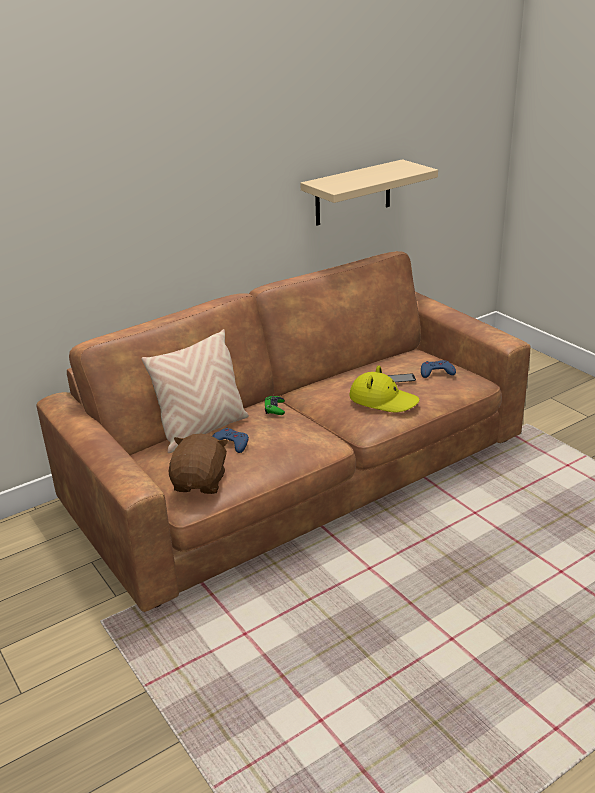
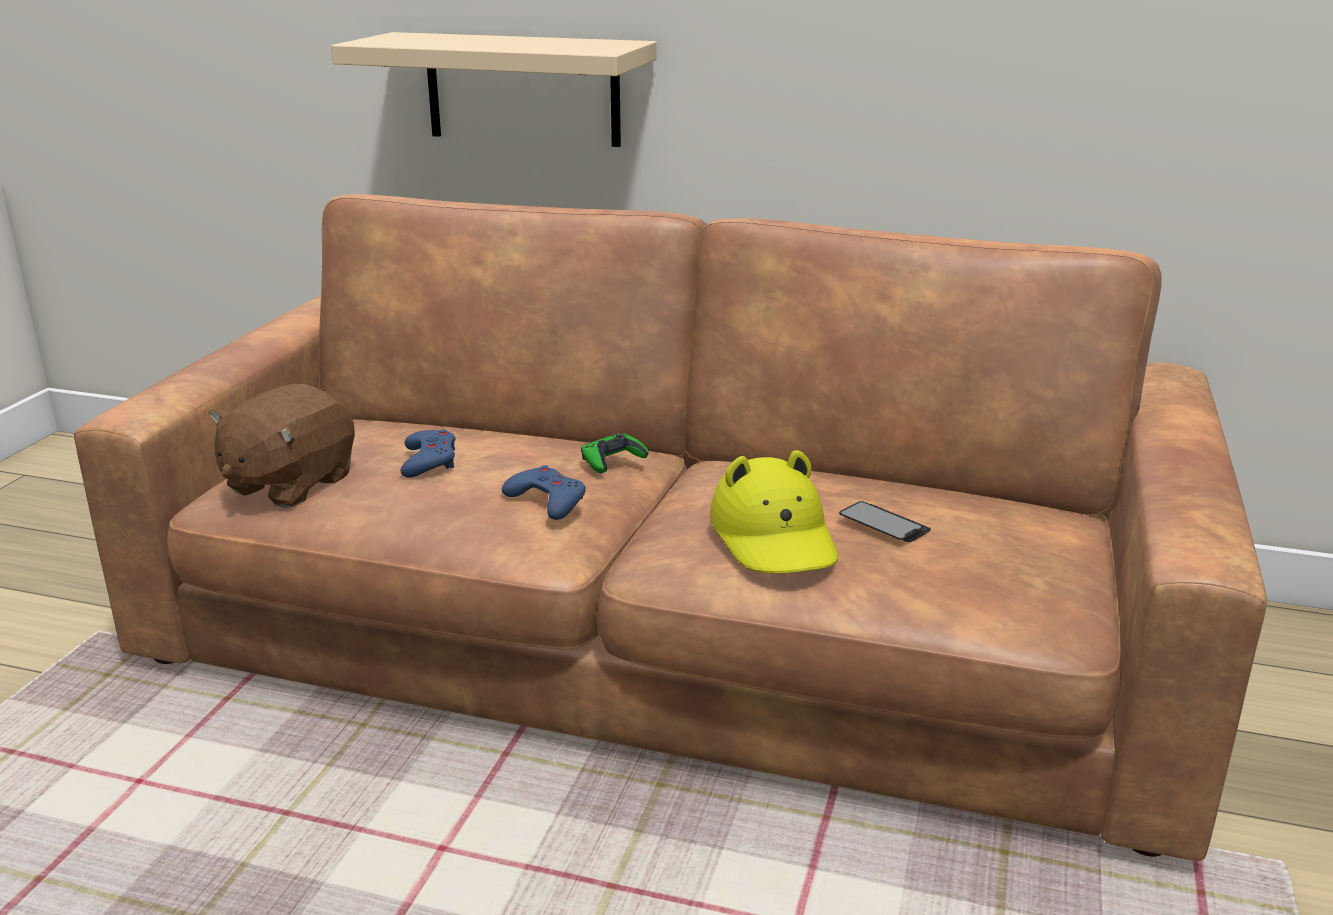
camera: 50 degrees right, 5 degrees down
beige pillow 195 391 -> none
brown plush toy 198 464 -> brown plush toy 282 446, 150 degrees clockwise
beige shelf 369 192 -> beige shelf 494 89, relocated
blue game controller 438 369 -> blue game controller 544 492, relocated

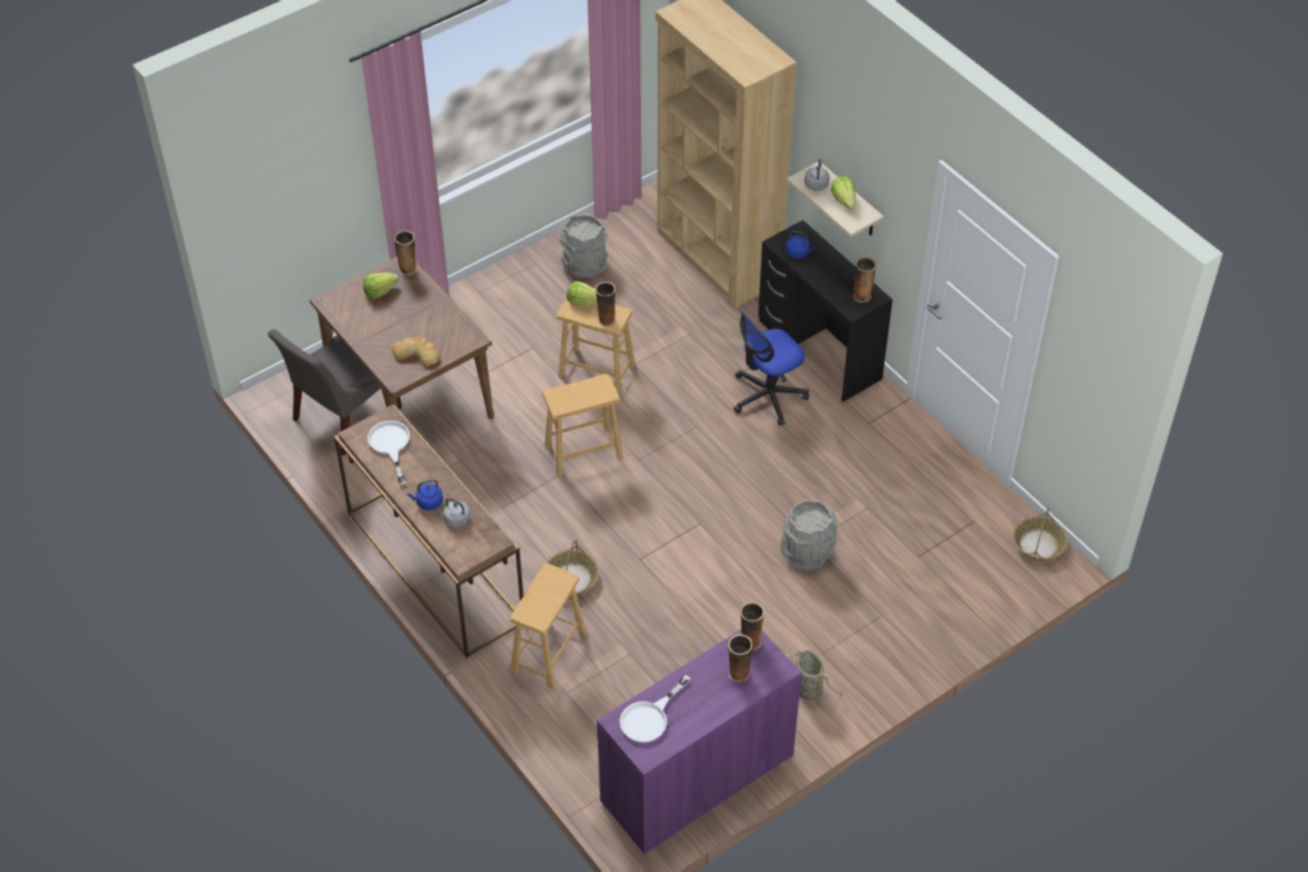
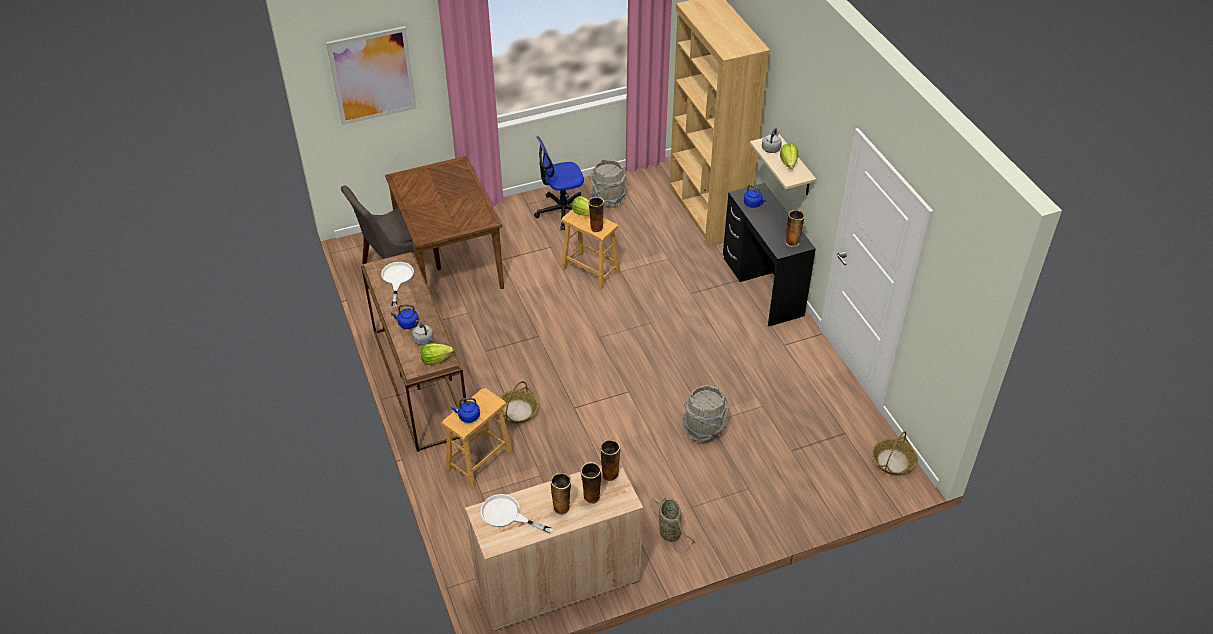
camera: 15 degrees right, 5 degrees down
lettuce 381 286 -> lettuce 437 354, relocated
bread 416 351 -> none
vase 405 253 -> vase 561 494, relocated
brown stool 582 425 -> none
purple cabinet 699 742 -> beige cabinet 554 546
white frying pan 655 709 -> white frying pan 516 514, 60 degrees clockwise
office chair 771 368 -> office chair 559 183, relocated
none -> picture 371 75
none -> blue kettle 465 410

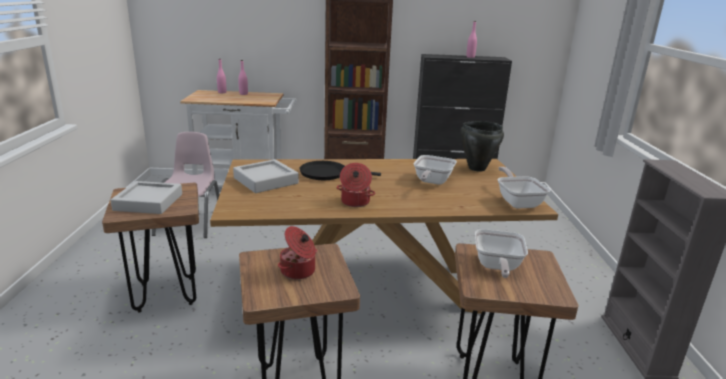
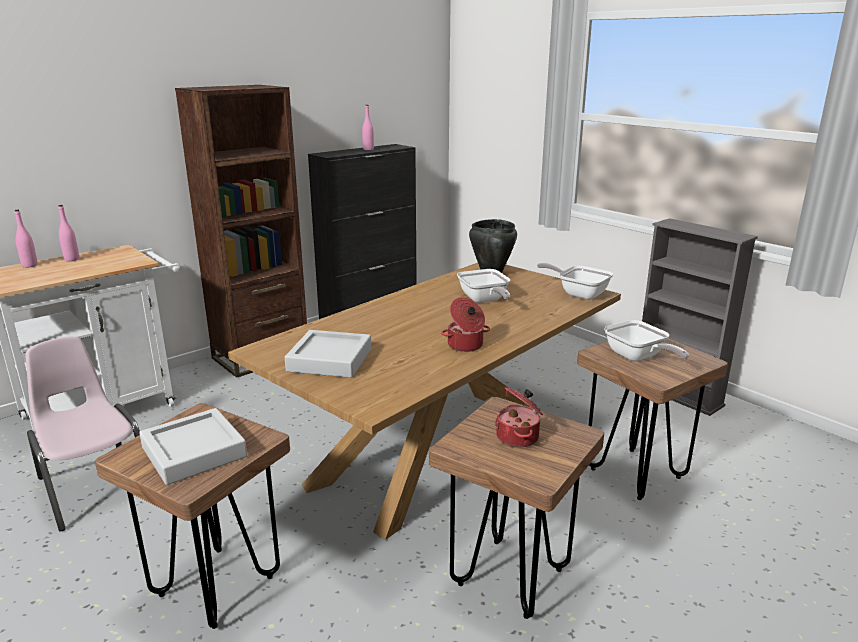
camera: 40 degrees left, 0 degrees up
black frying pan 340 170 -> none

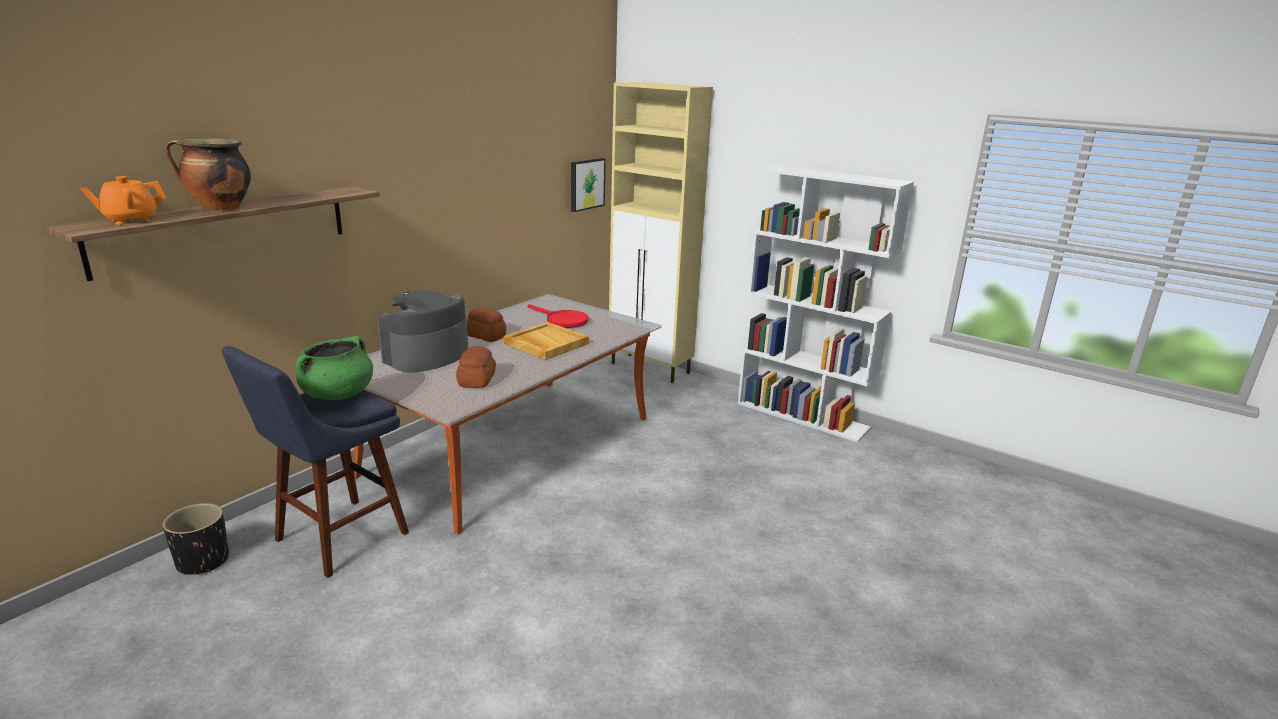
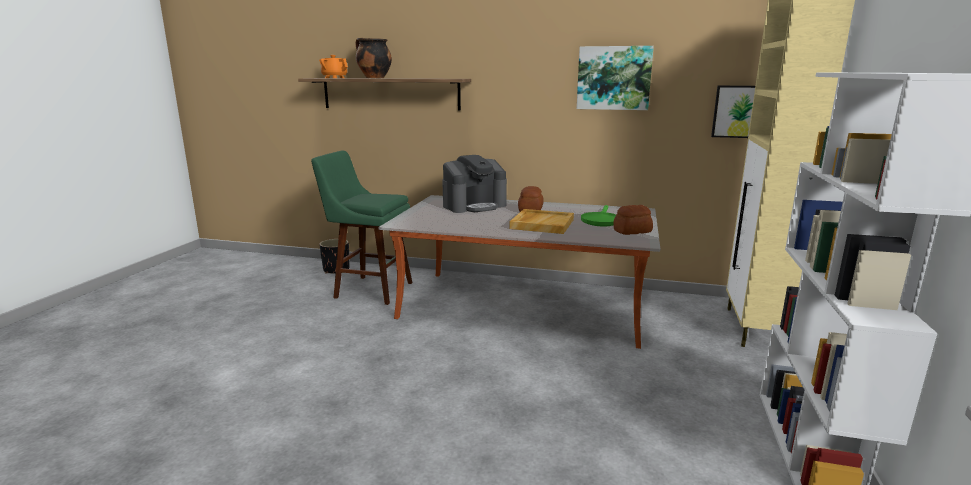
camera: 70 degrees right, 5 degrees down
blue stool 315 462 -> green stool 361 227
green cooking pot 334 368 -> none
coffee machine 423 331 -> coffee machine 474 184, 135 degrees clockwise
bread 476 367 -> bread 633 220, relocated
red frying pan 558 316 -> green frying pan 598 216
none -> picture 615 78

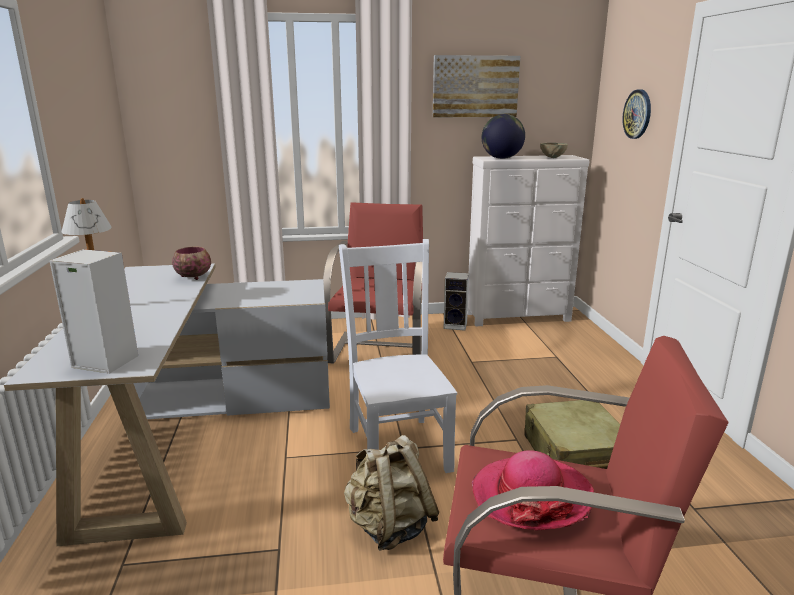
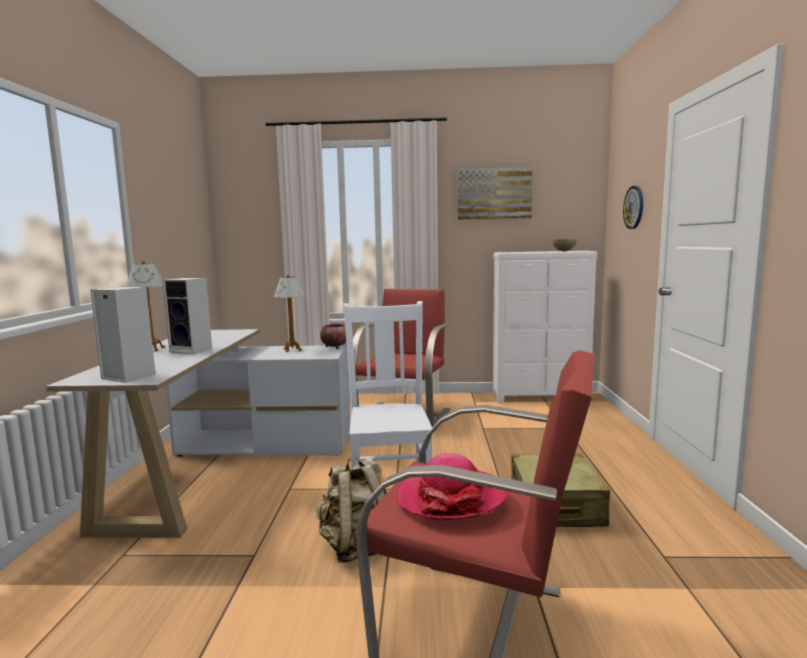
camera: 10 degrees right, 10 degrees down
bowl 191 263 -> bowl 333 336, relocated
speaker 456 301 -> speaker 187 316, relocated
globe 503 136 -> none
none -> table lamp 289 313

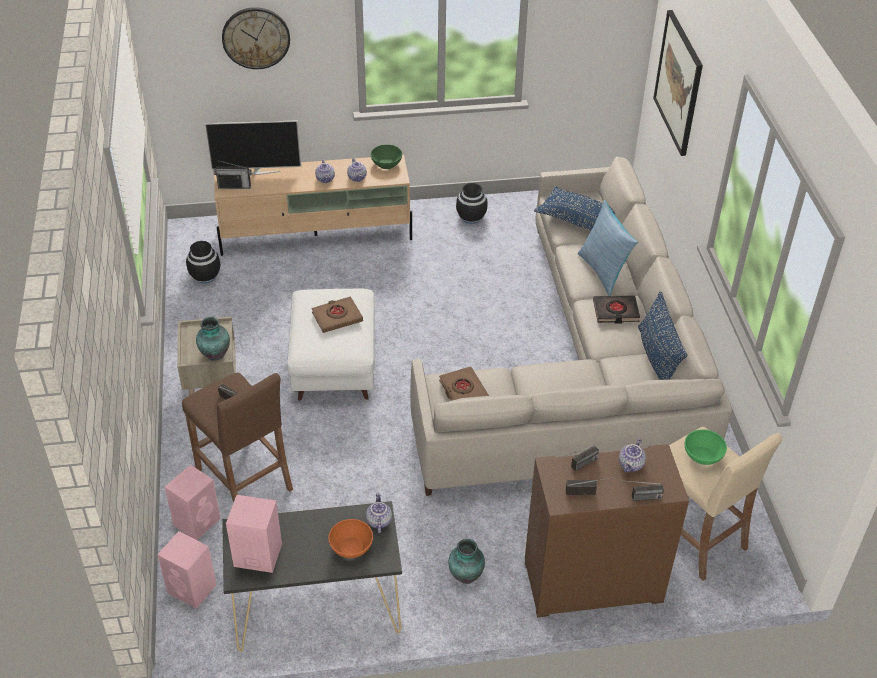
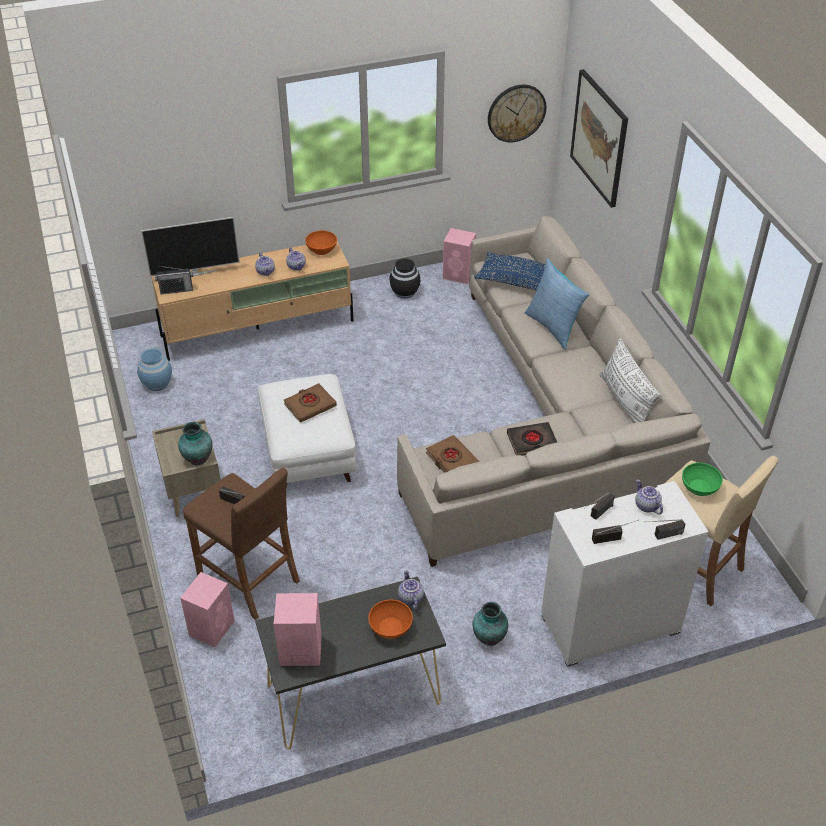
camera: 10 degrees left, 0 degrees up
pink speaker 187 570 -> pink speaker 459 256, relocated
black vase 203 262 -> blue vase 154 369
wall clock 256 38 -> wall clock 517 113, relocated
green bowl 386 156 -> orange bowl 321 242
brown cabinet 607 530 -> white cabinet 625 574
black book 616 310 -> black book 532 438, relocated
teapot 632 455 -> teapot 649 497, 135 degrees clockwise
blue pillow 662 335 -> white pillow 630 380

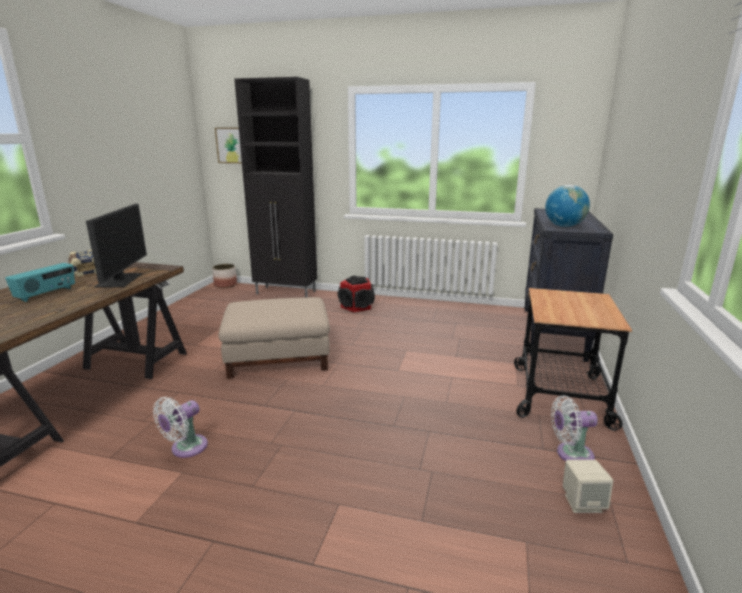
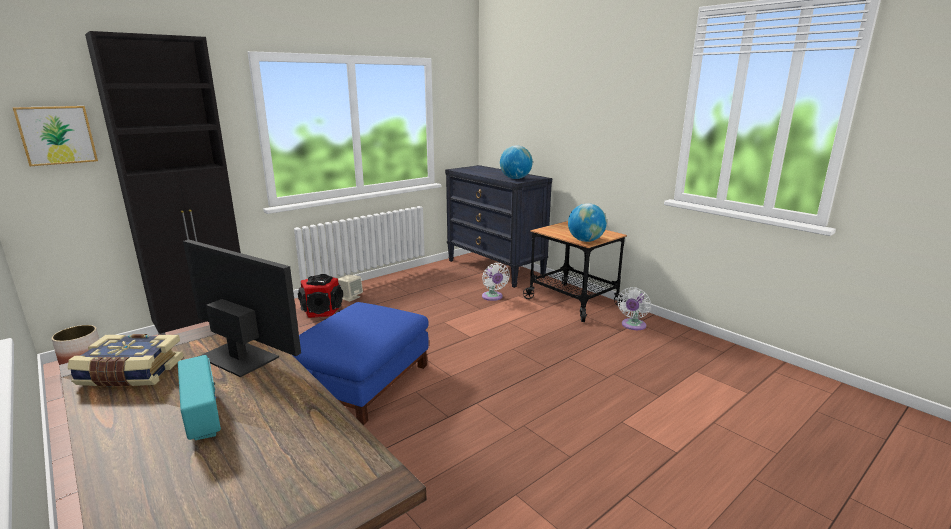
camera: 55 degrees left, 0 degrees up
white fan 180 427 -> white fan 496 282, relocated
beige ottoman 274 338 -> blue ottoman 361 363
beige speaker 588 486 -> beige speaker 350 288, relocated
none -> globe 587 222

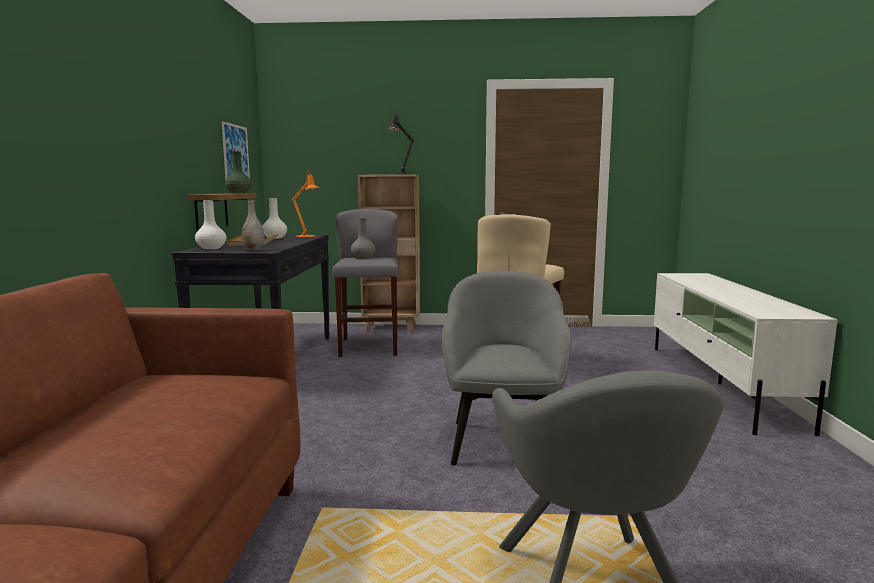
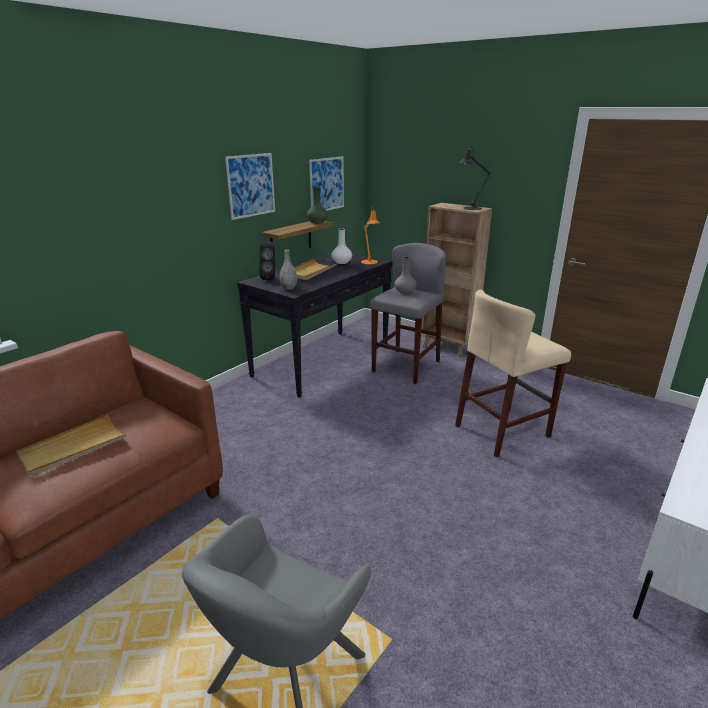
camera: 35 degrees right, 15 degrees up
white vase 211 224 -> black speaker 267 260
grey armchair 507 368 -> none
none -> beige tray 71 445
none -> picture 250 186

